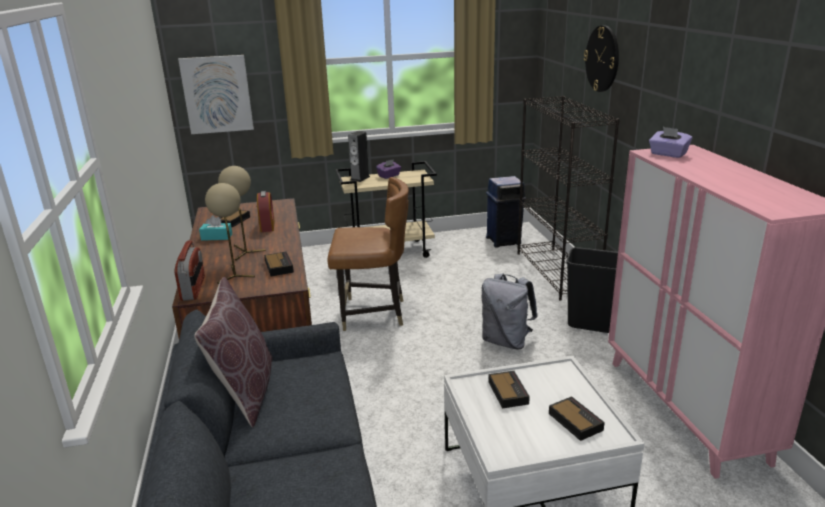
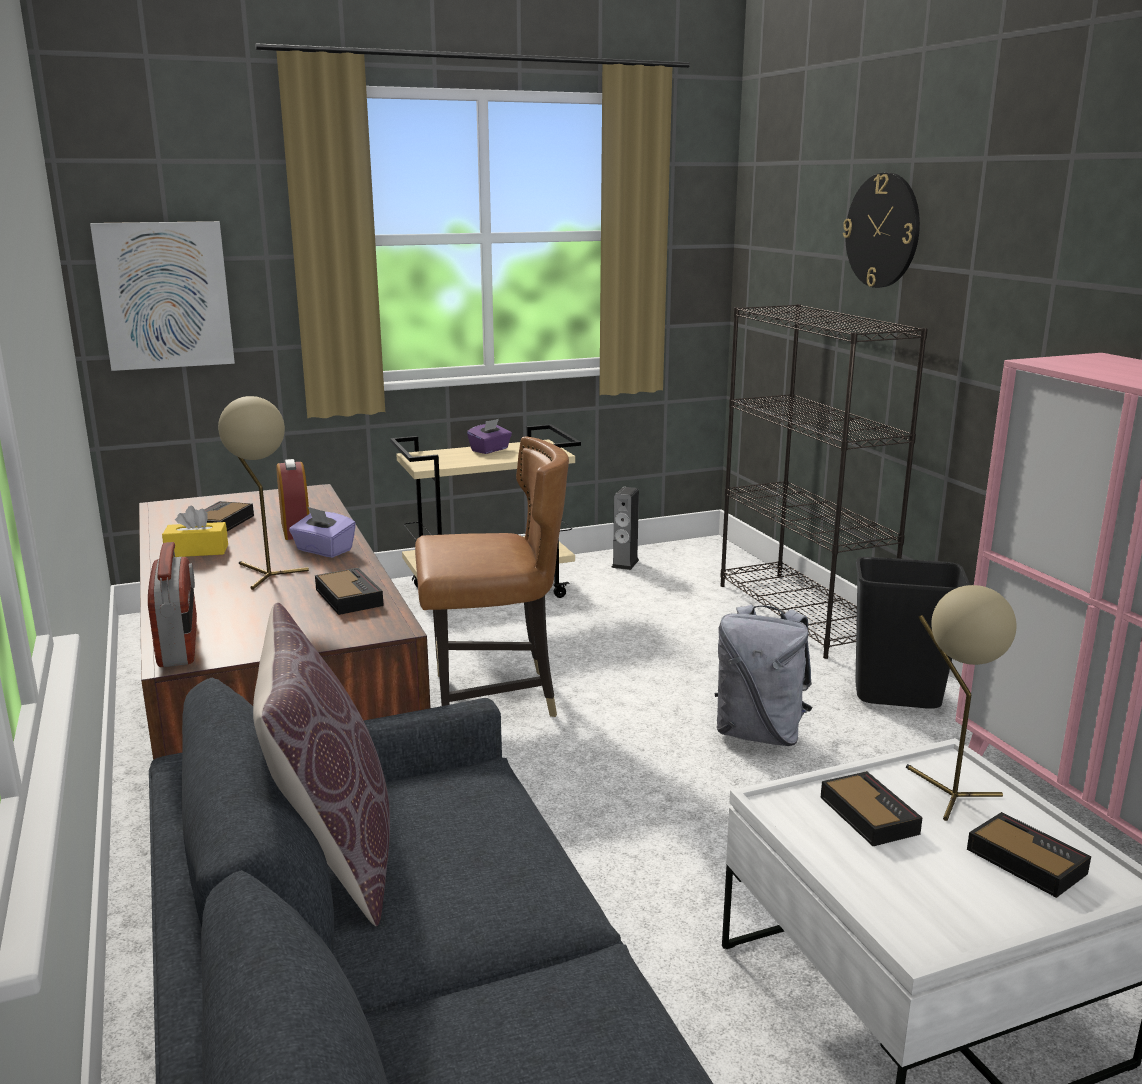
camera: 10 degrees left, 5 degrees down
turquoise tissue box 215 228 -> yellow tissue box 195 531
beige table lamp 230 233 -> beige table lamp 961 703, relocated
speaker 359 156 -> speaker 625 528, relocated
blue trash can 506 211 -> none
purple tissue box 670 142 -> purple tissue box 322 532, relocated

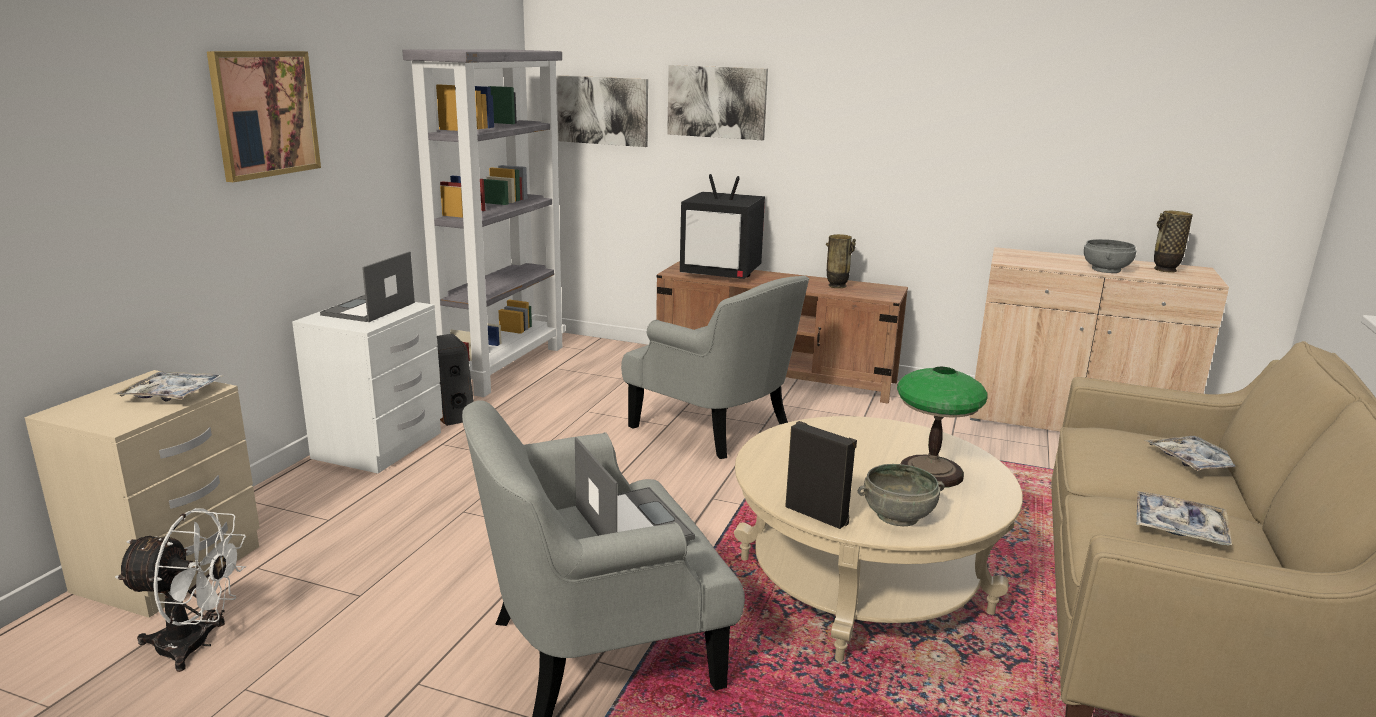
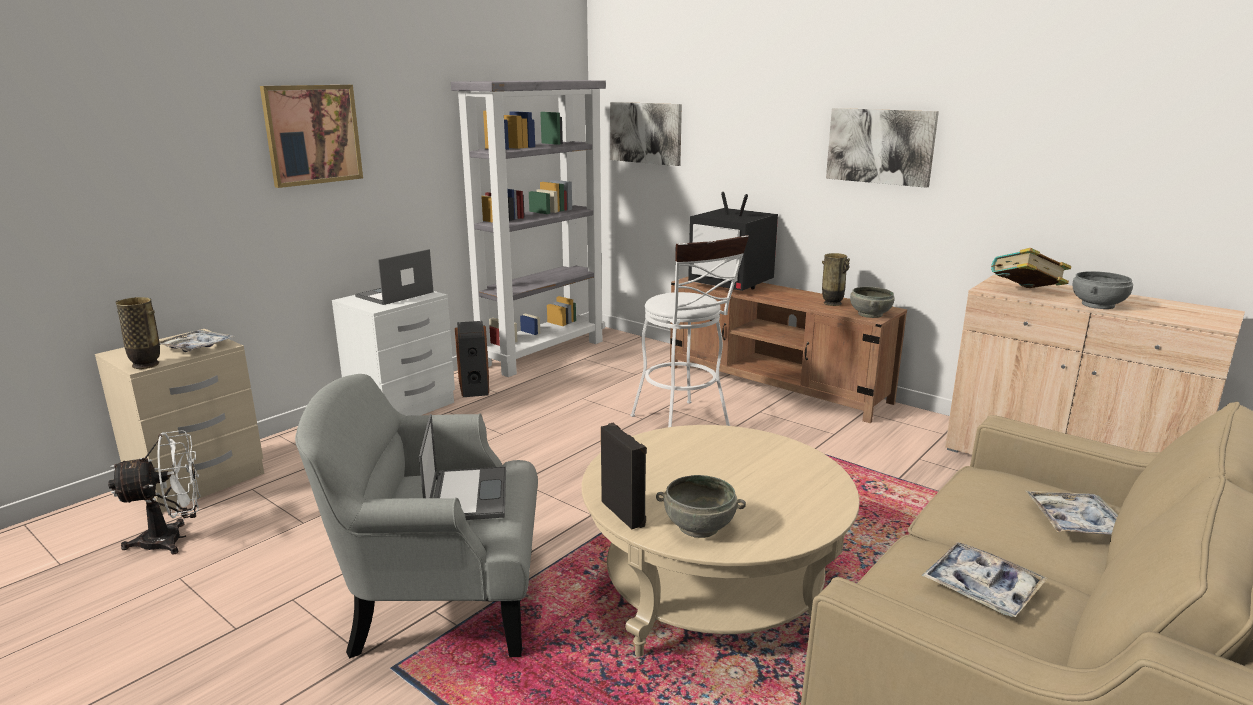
camera: 20 degrees right, 0 degrees up
white fan 180 590 -> white fan 154 492, 45 degrees counterclockwise
grey armchair 715 367 -> white stool 689 331
picture 717 102 -> picture 882 148, relocated
table lamp 942 427 -> none
vase 1173 242 -> vase 138 333, relocated
none -> grey bowl 872 302
none -> book 1031 268

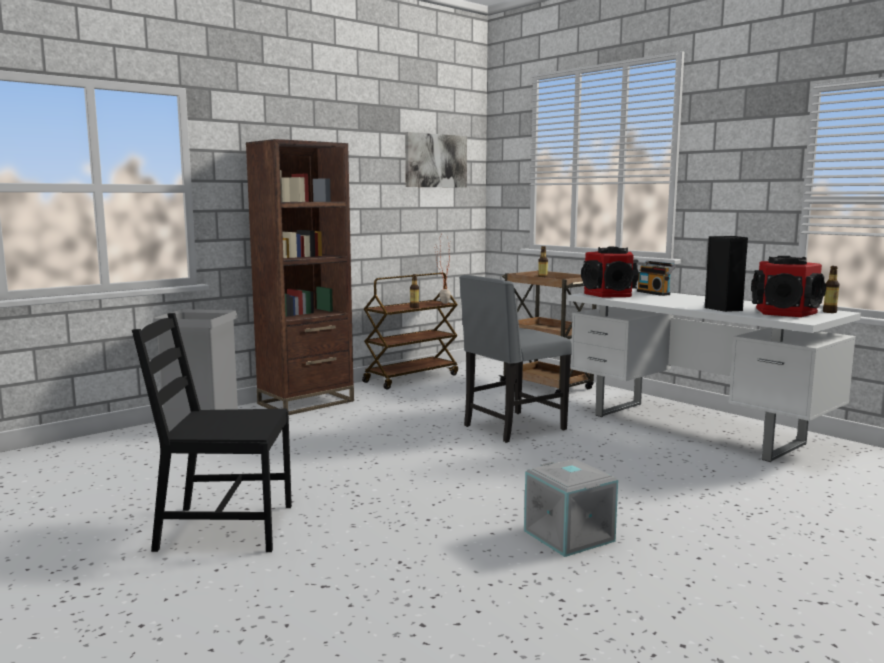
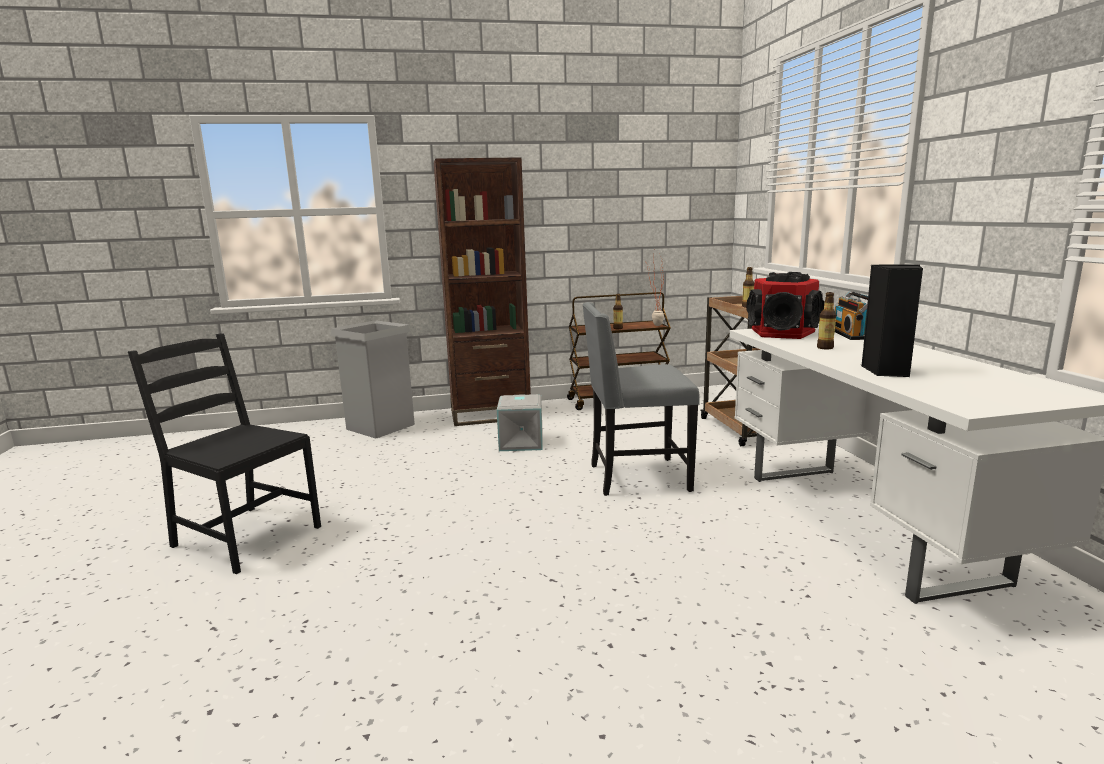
camera: 30 degrees right, 5 degrees up
picture 436 160 -> none
grey storage box 571 508 -> grey storage box 520 422, relocated
speaker 788 286 -> none
bottle 831 289 -> bottle 826 320, relocated

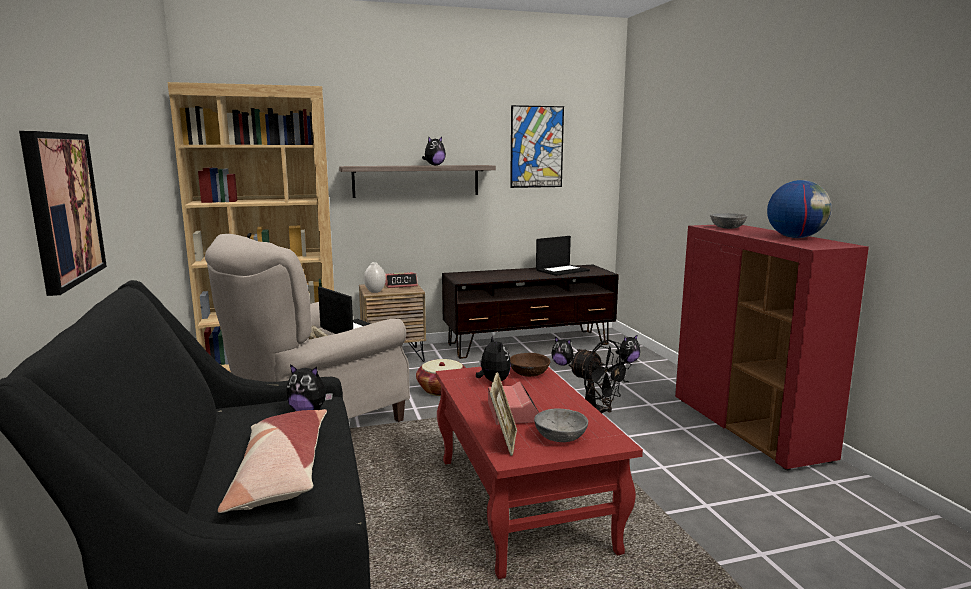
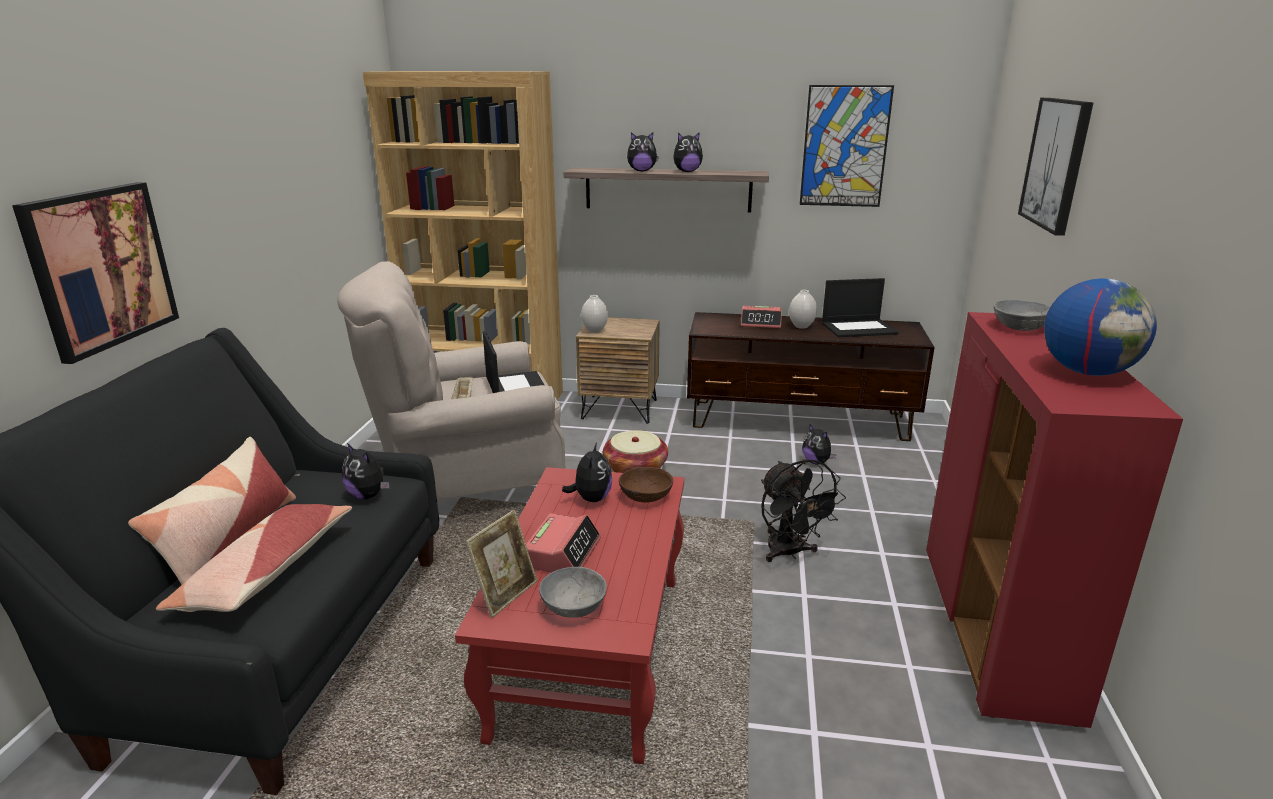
camera: 25 degrees right, 10 degrees up
alarm clock 401 280 -> alarm clock 761 317, relocated
plush toy 628 348 -> plush toy 643 152, relocated
none -> pillow 212 511
none -> white vase 803 309
none -> picture 1056 167

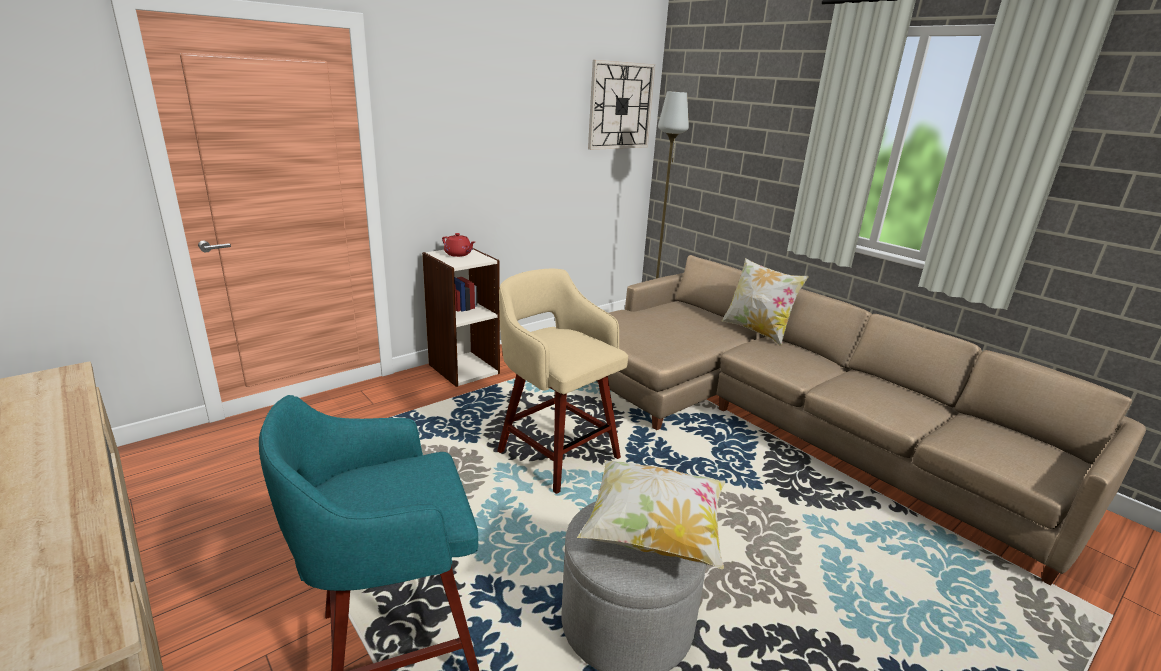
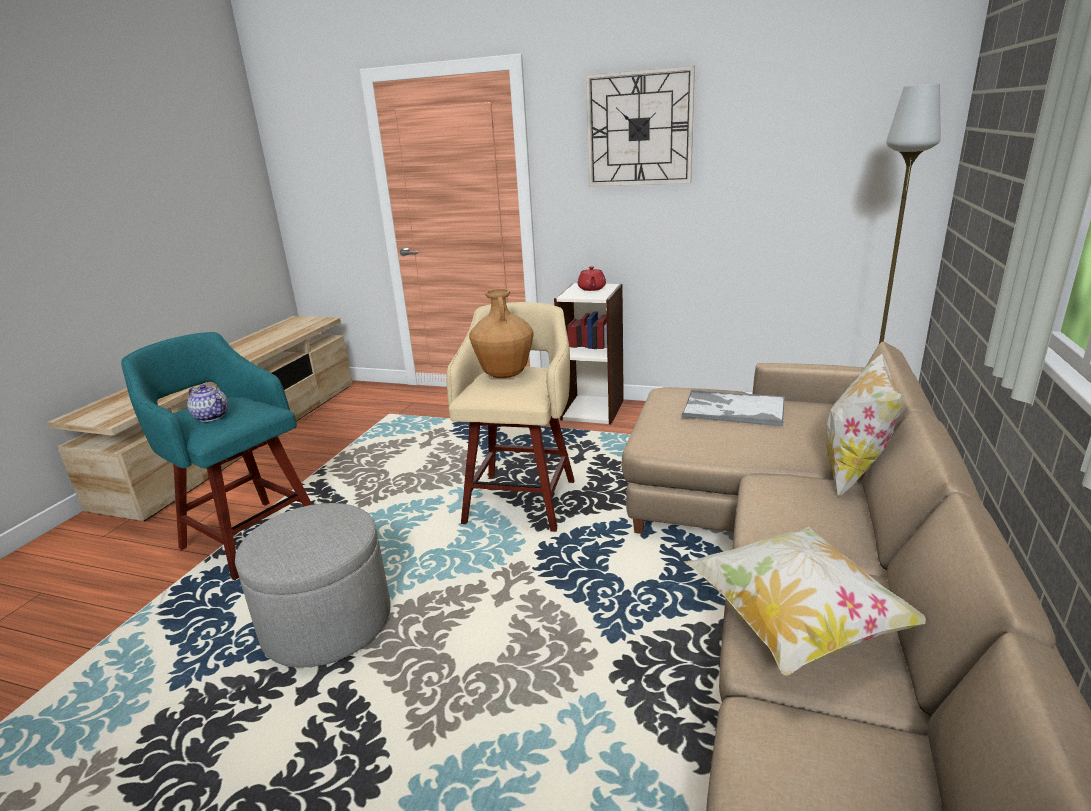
camera: 60 degrees right, 0 degrees up
pillow 651 514 -> pillow 805 601, relocated
wall clock 621 105 -> wall clock 640 126, relocated
none -> teapot 207 403
none -> brown vase 501 333
none -> tray 733 408

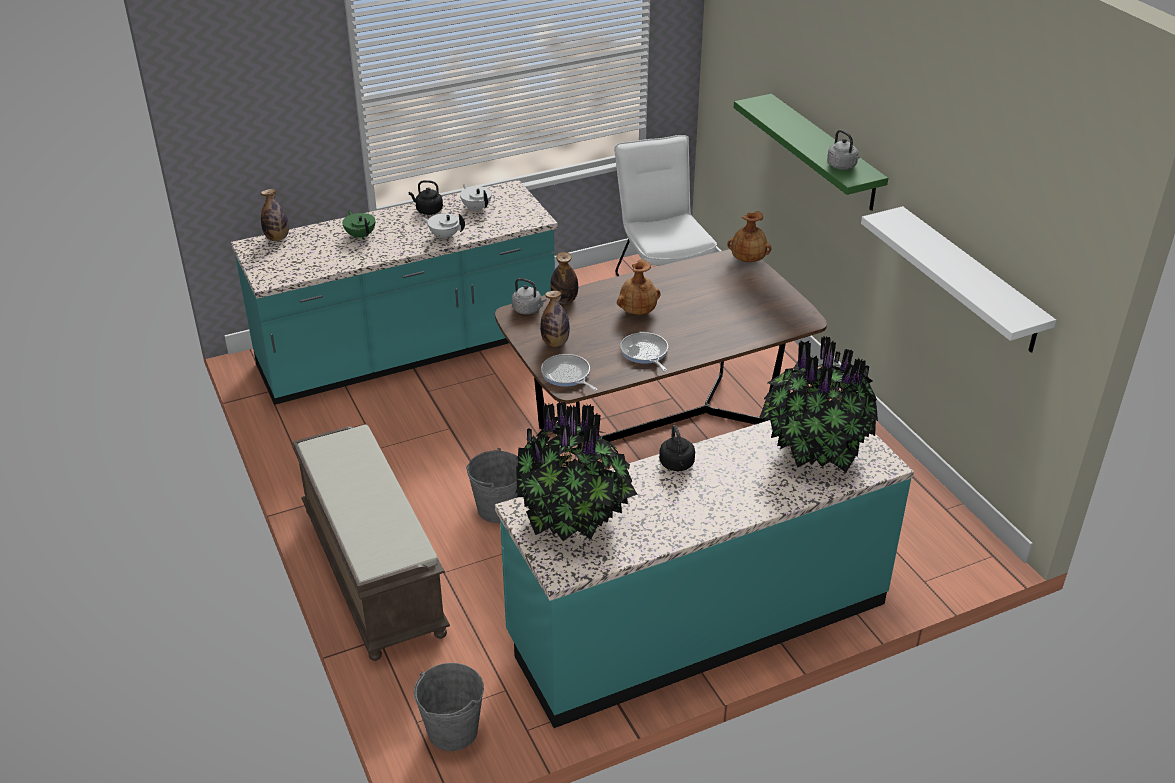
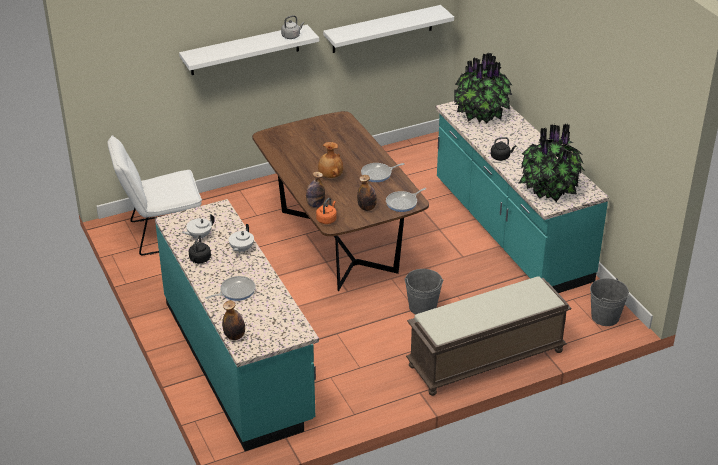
camera: 90 degrees left, 0 degrees up
green teapot 358 224 -> frying pan 230 288
grey kettle 529 296 -> orange kettle 326 211
brown vase 749 236 -> none
green shelf 811 152 -> white shelf 249 50

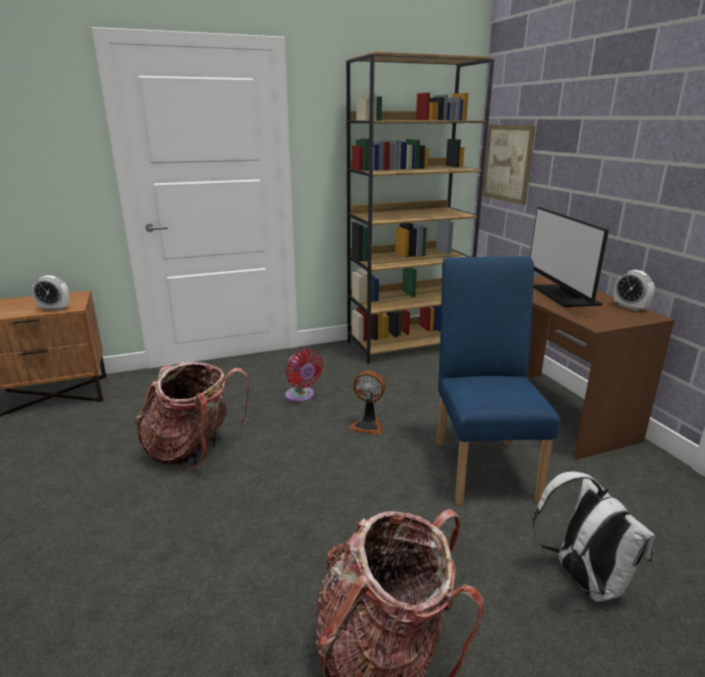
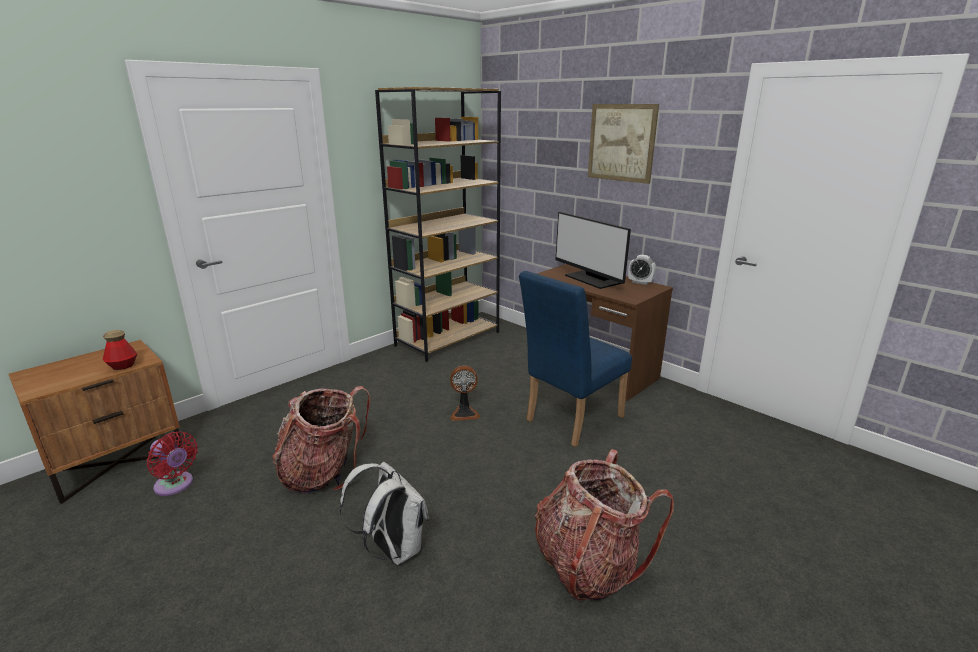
camera: 25 degrees left, 0 degrees up
alarm clock 51 293 -> bottle 120 350
red fan 304 375 -> red fan 172 464, relocated
blue chair 498 381 -> blue chair 575 359, 105 degrees counterclockwise
picture 508 165 -> picture 623 144, relocated
white backpack 594 536 -> white backpack 384 513, relocated

